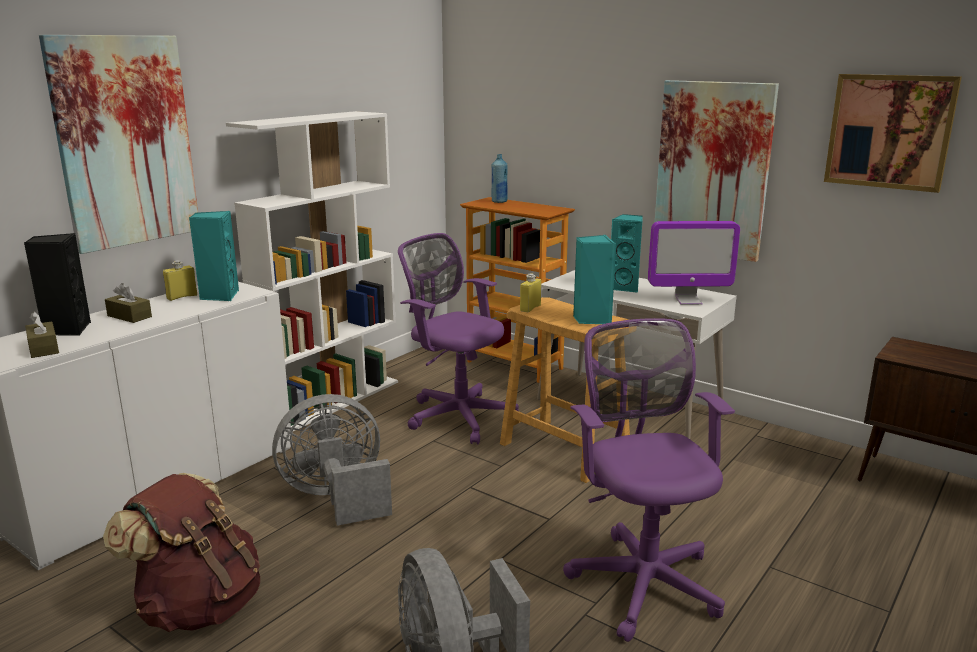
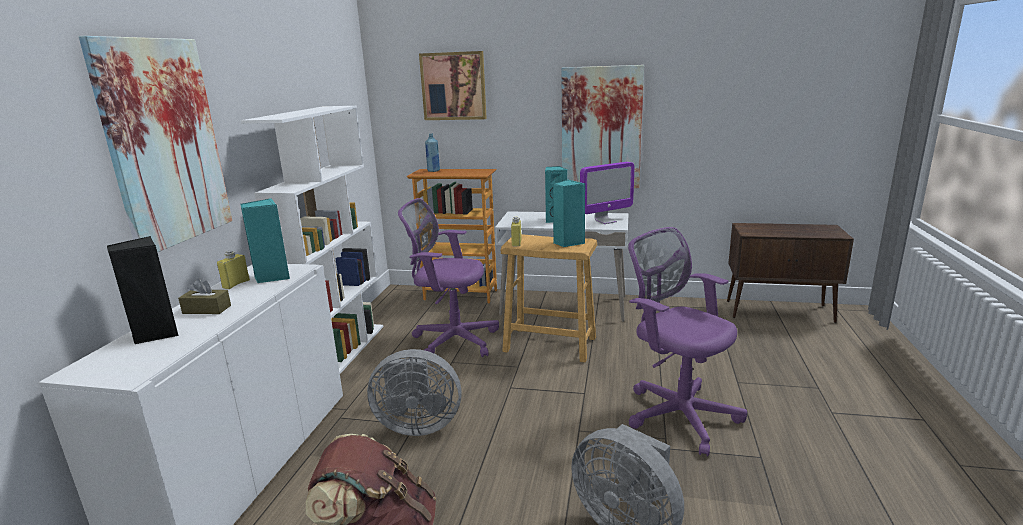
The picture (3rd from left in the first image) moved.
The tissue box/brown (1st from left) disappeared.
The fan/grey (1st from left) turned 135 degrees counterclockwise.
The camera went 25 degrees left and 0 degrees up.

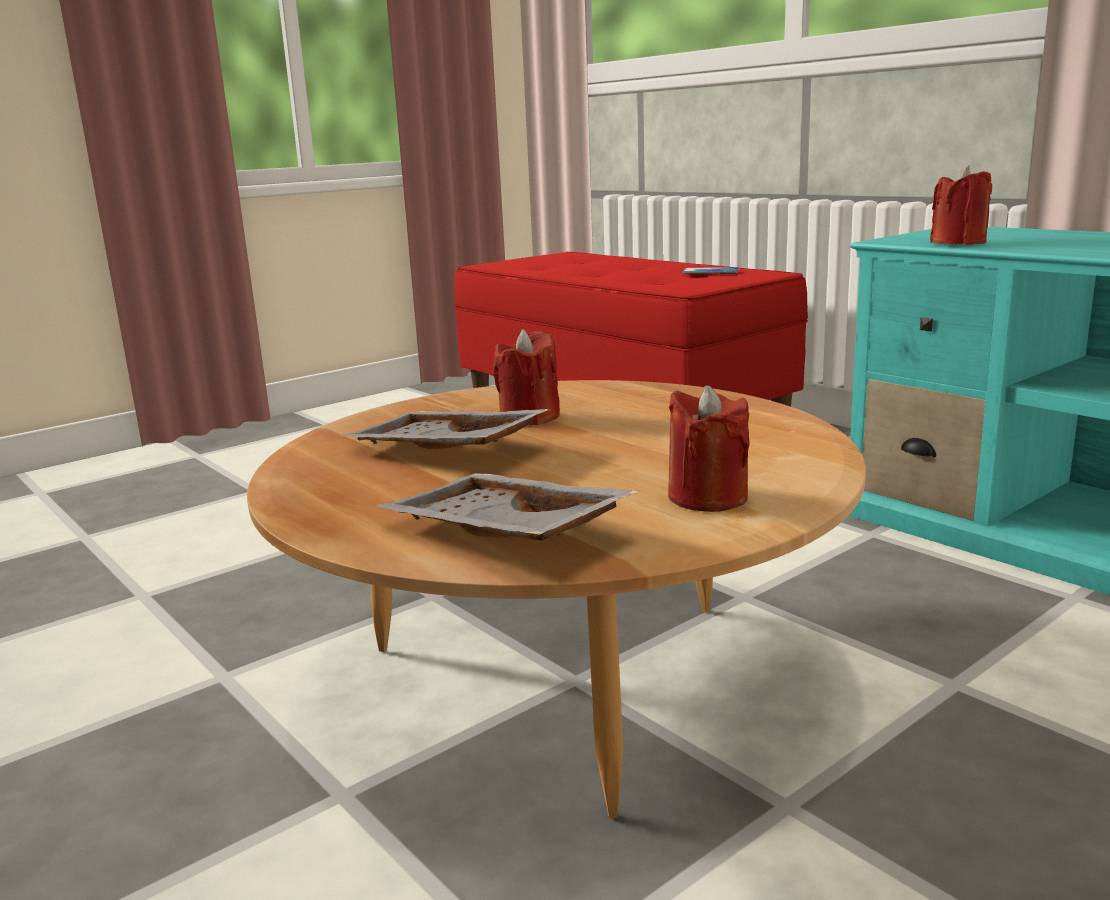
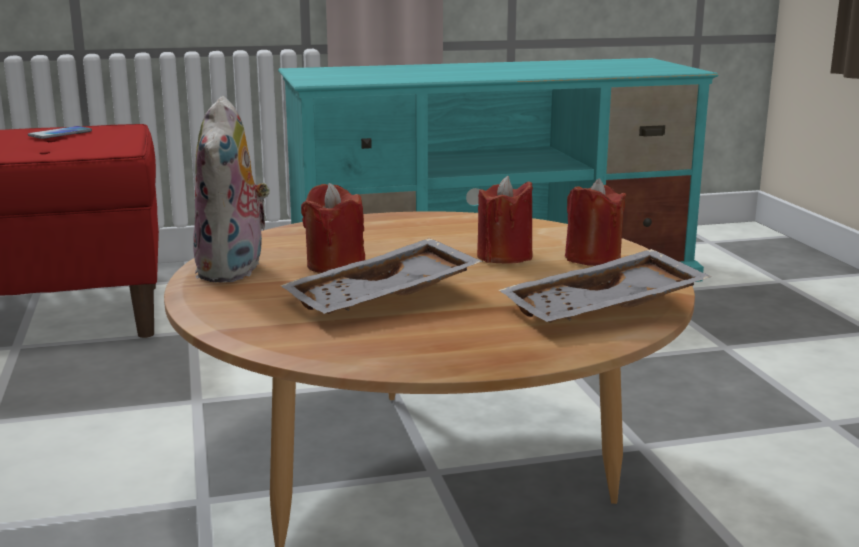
The candle/red (3rd from left in the first image) moved.
The plush toy appeared.
The camera went 65 degrees left and 0 degrees up.

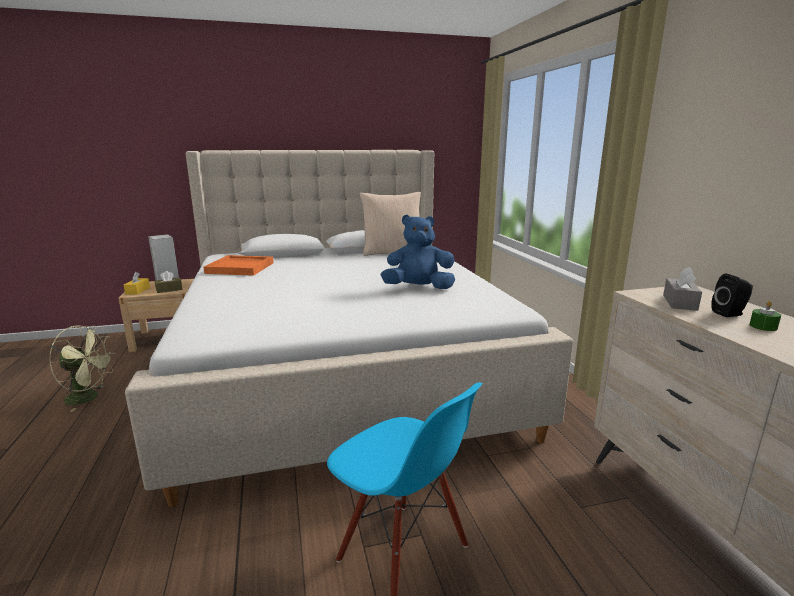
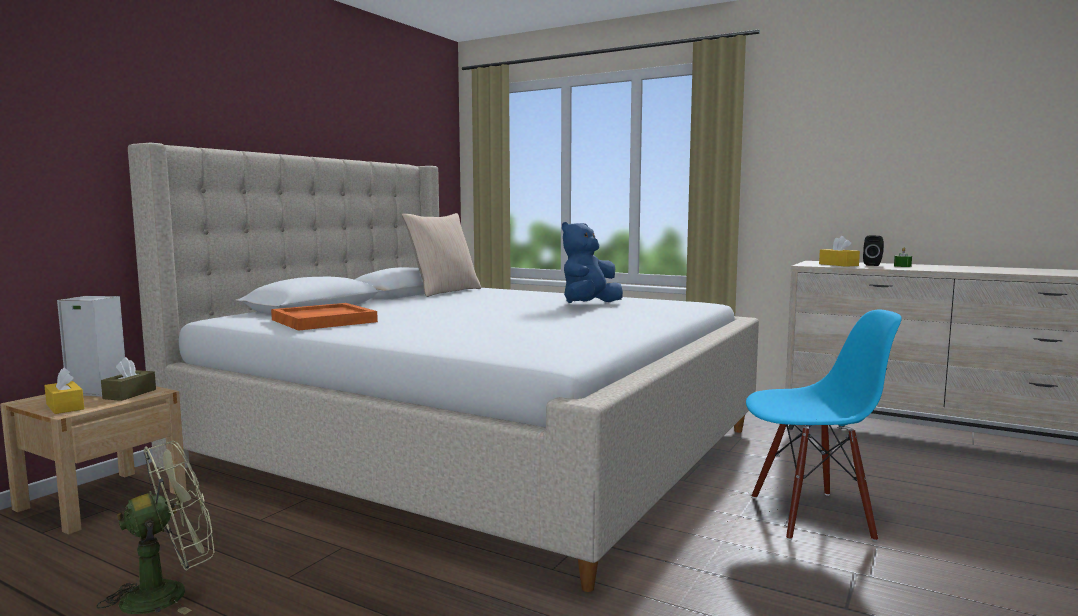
The tissue box/grey became the tissue box/yellow (2nd from left).
The camera went 45 degrees left and 10 degrees down.

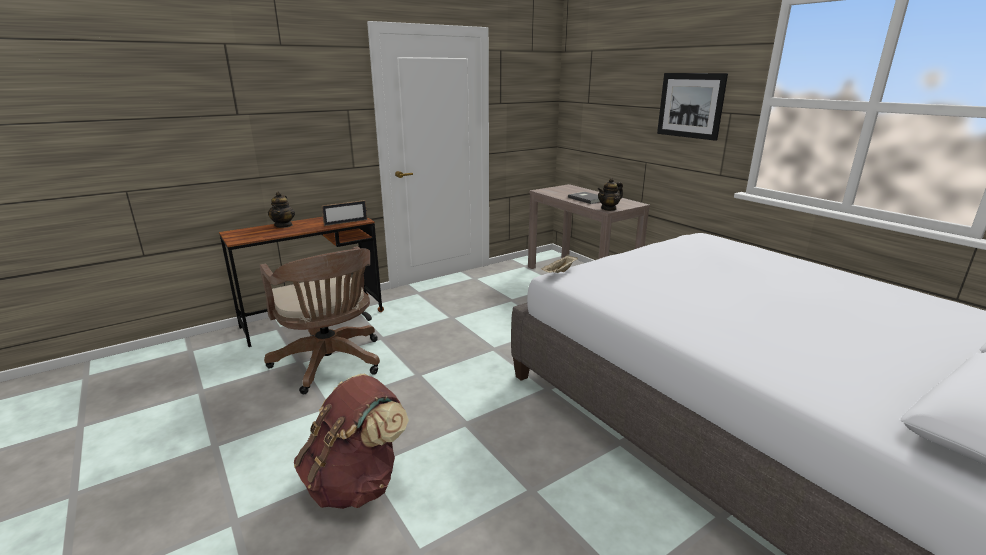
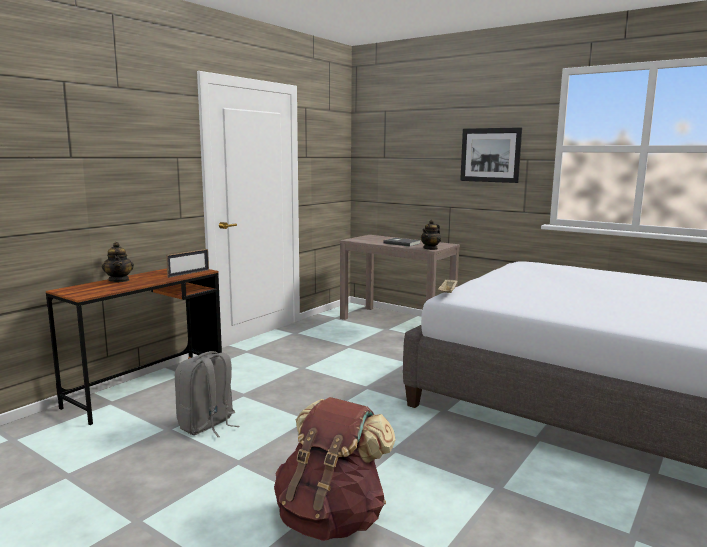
The office chair/brown was replaced by the backpack/grey.
The camera went 20 degrees left and 10 degrees down.

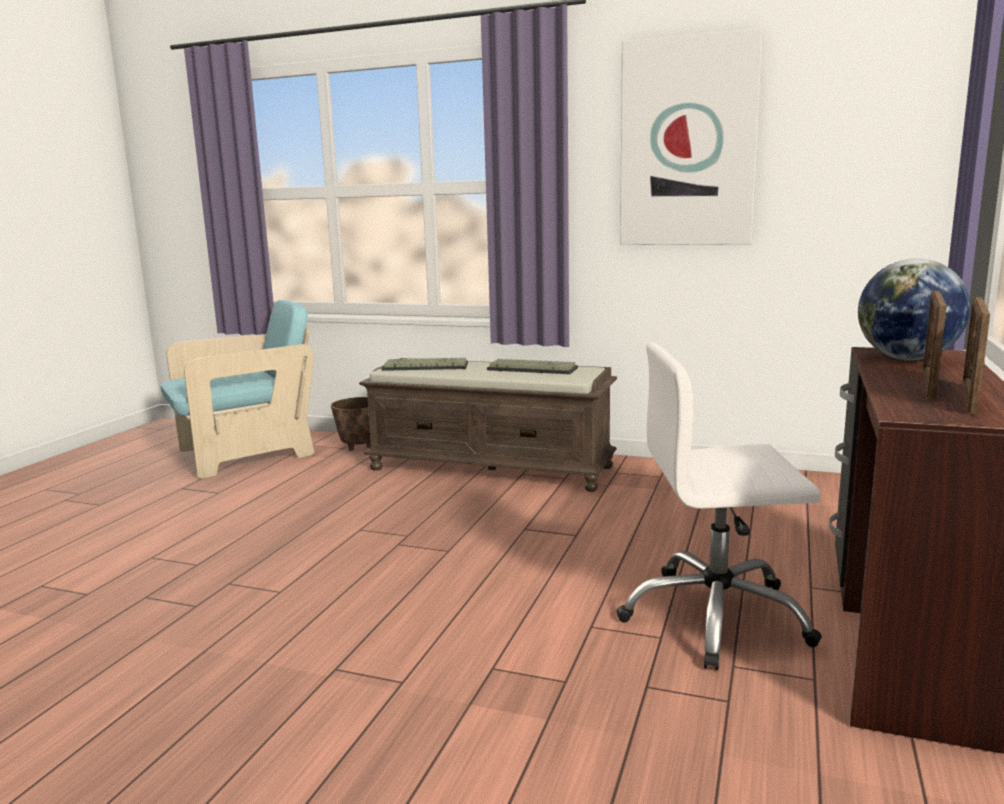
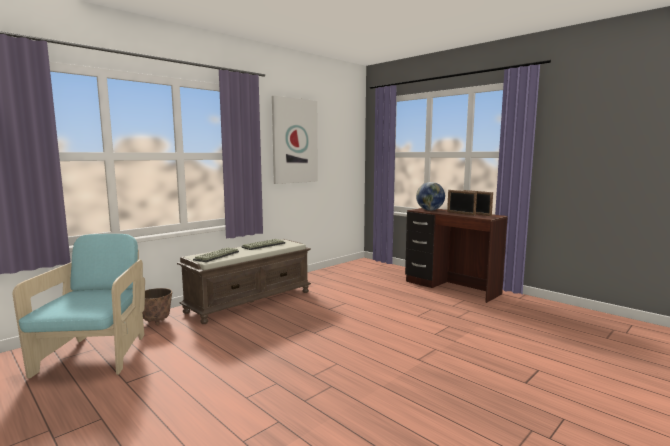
The office chair/white disappeared.
The camera went 65 degrees left and 5 degrees down.

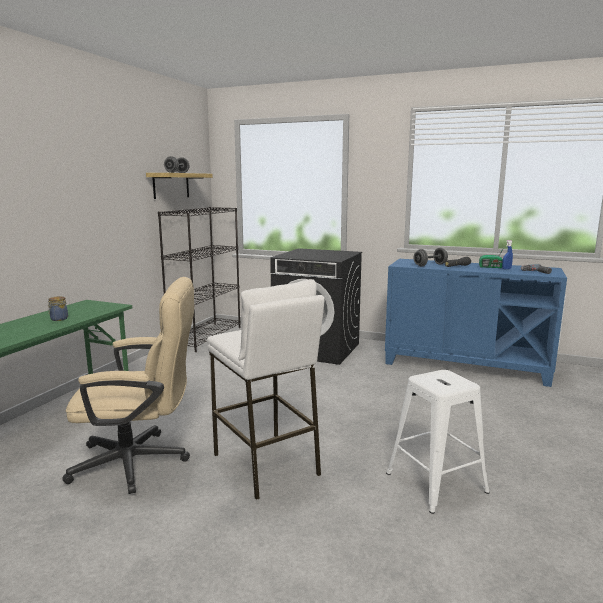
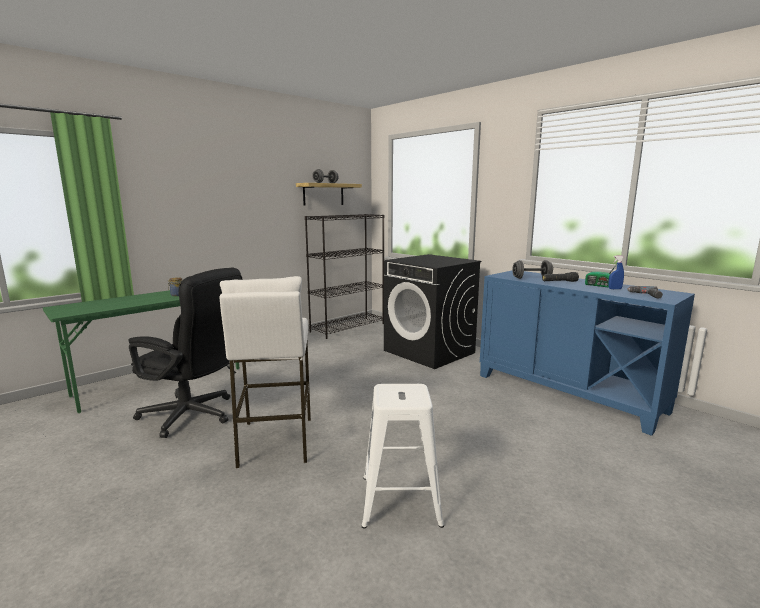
The office chair/beige became the office chair/black.
The camera went 25 degrees right and 0 degrees up.

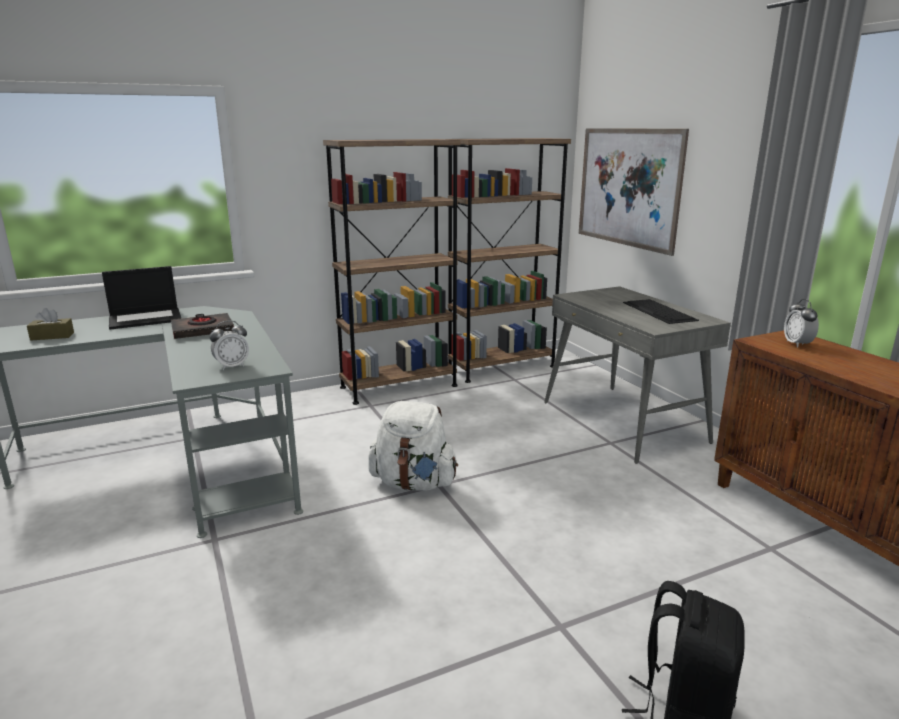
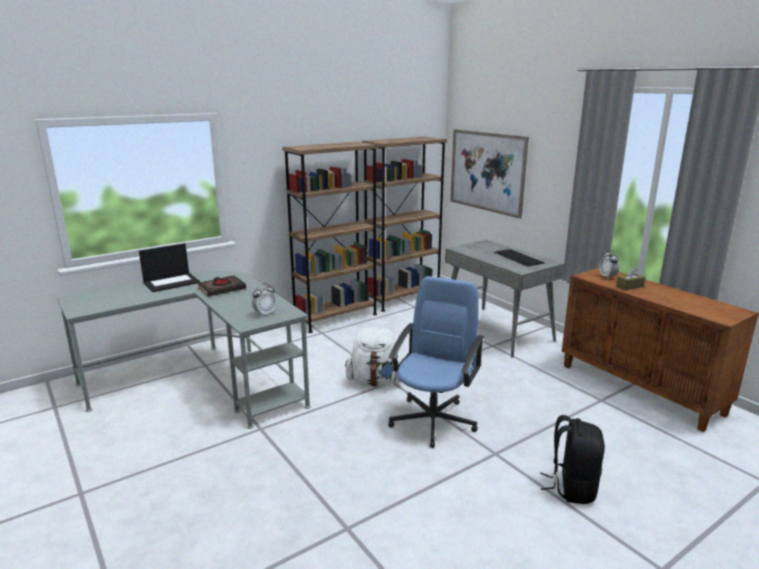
The tissue box/brown moved.
The office chair/blue appeared.
The camera went 10 degrees left and 0 degrees up.

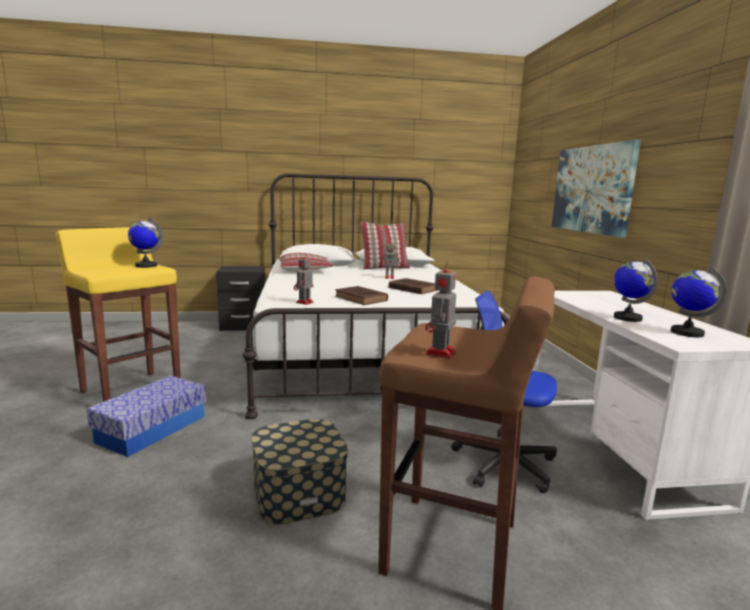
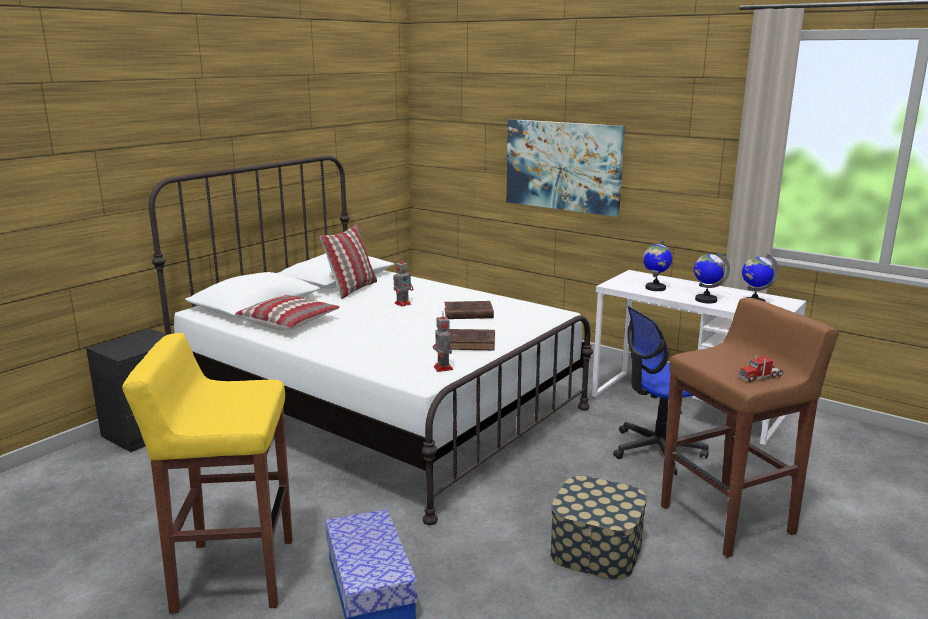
The globe (1st from left) moved.
The toy robot (3rd from left) was replaced by the toy truck.
The camera went 45 degrees left and 5 degrees up.

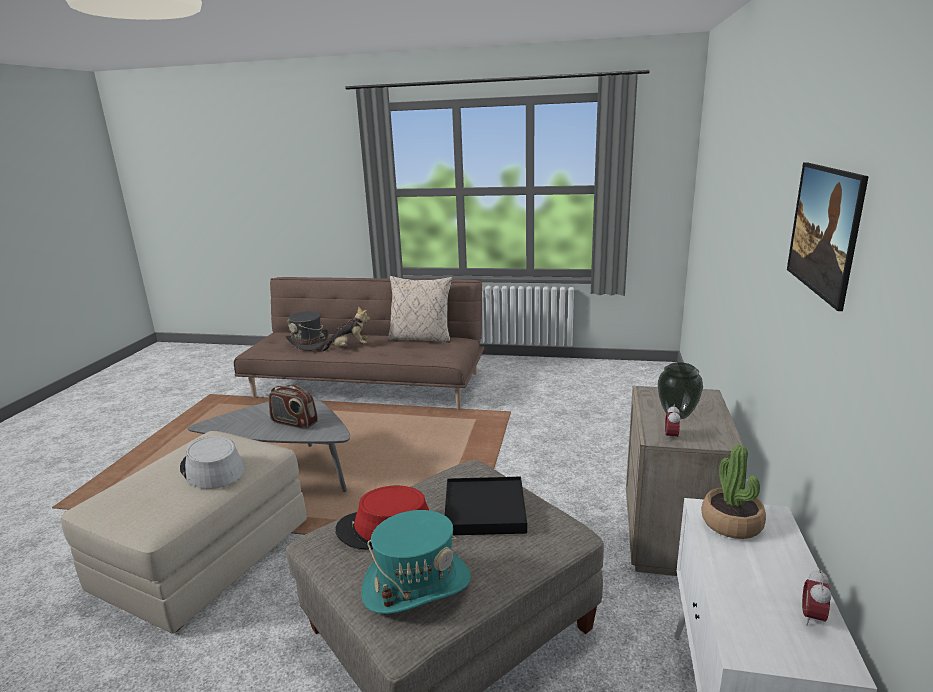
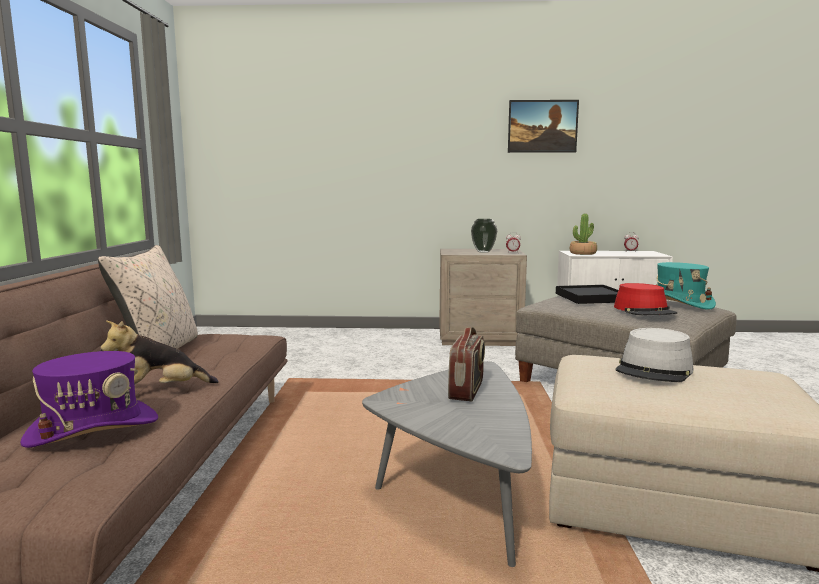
The plush toy turned 90 degrees counterclockwise.
The hat/grey (2nd from left) became the hat/purple.
The camera went 100 degrees left and 10 degrees down.

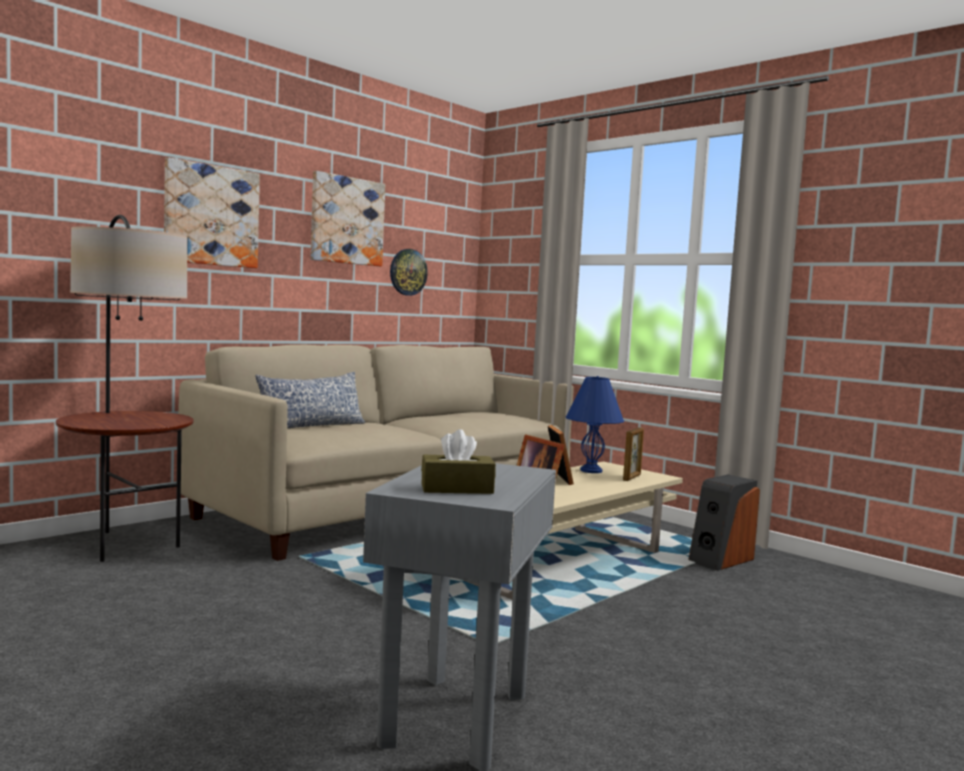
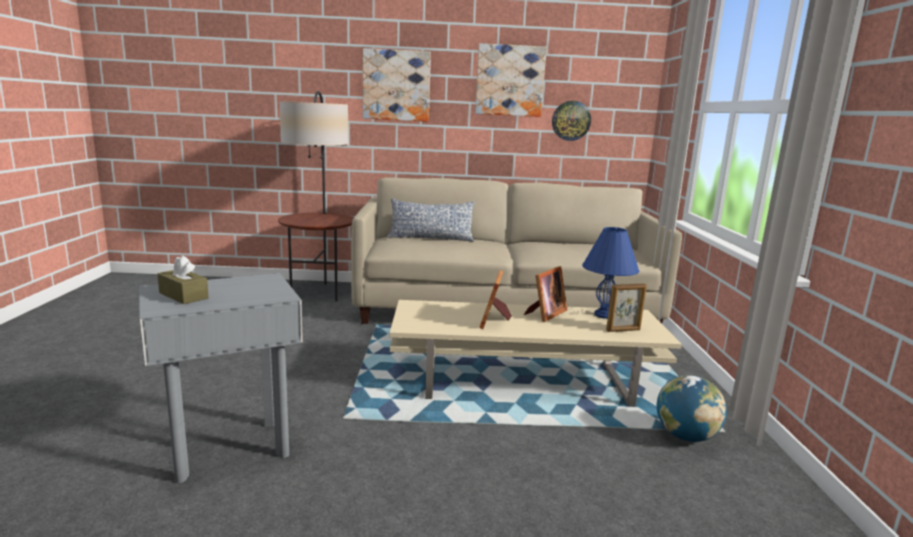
The speaker was replaced by the globe.
The camera went 45 degrees right and 10 degrees up.

